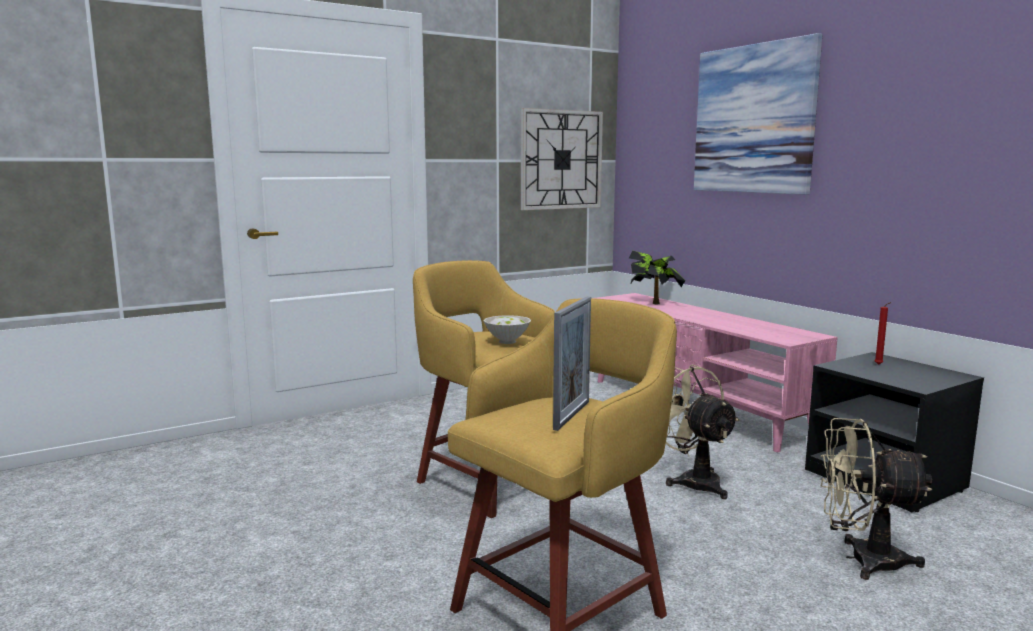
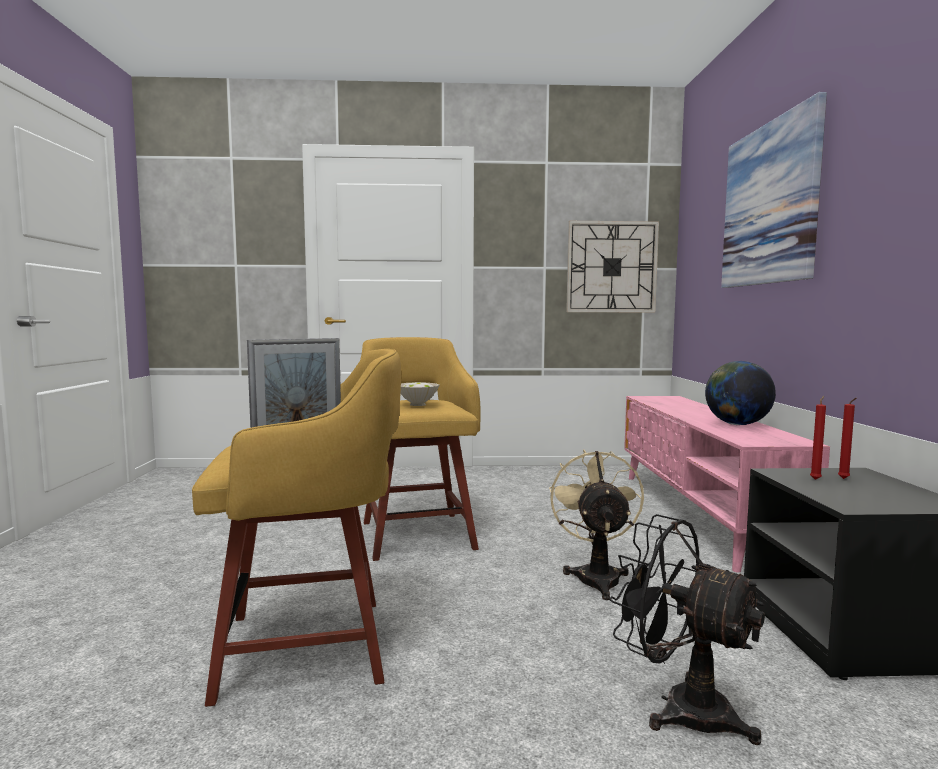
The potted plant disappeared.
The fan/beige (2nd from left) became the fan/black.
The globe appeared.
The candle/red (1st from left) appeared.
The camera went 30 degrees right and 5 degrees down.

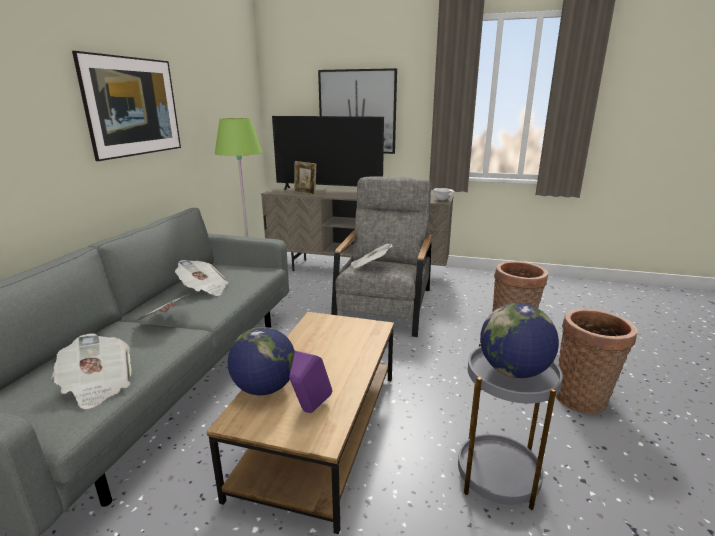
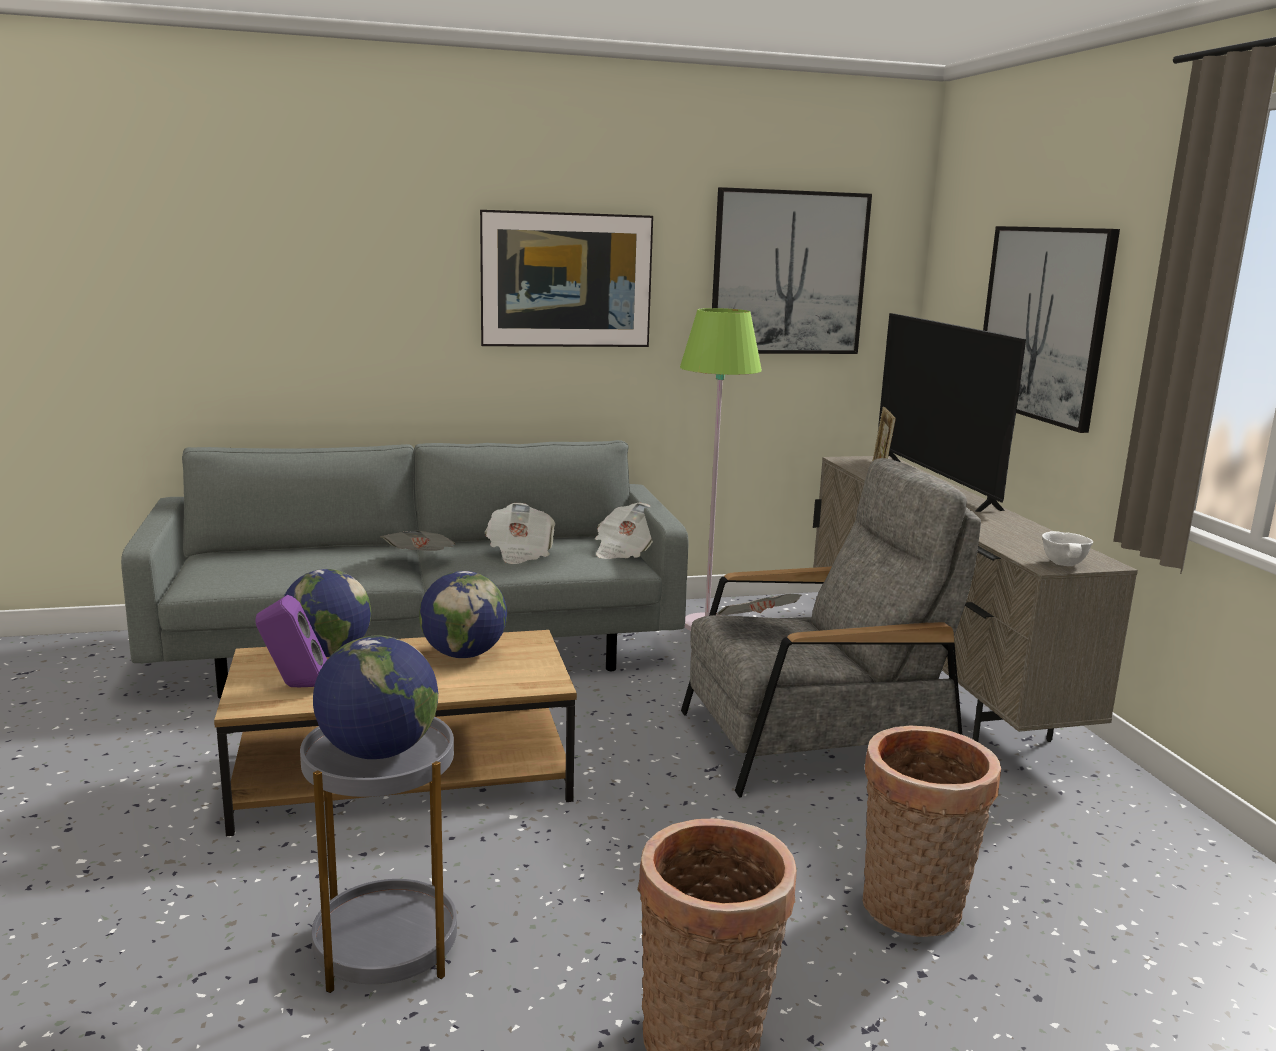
The newspaper (1st from left in the first image) moved.
The picture (2nd from left) appeared.
The globe (3rd from left) appeared.
The camera went 60 degrees right and 5 degrees down.

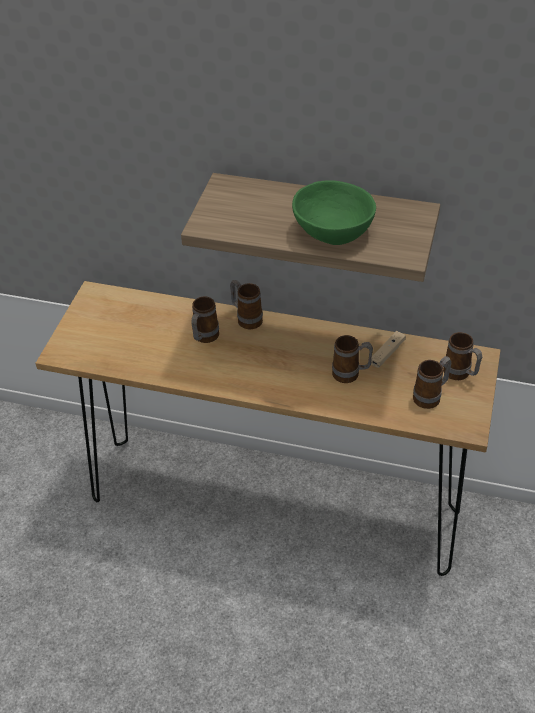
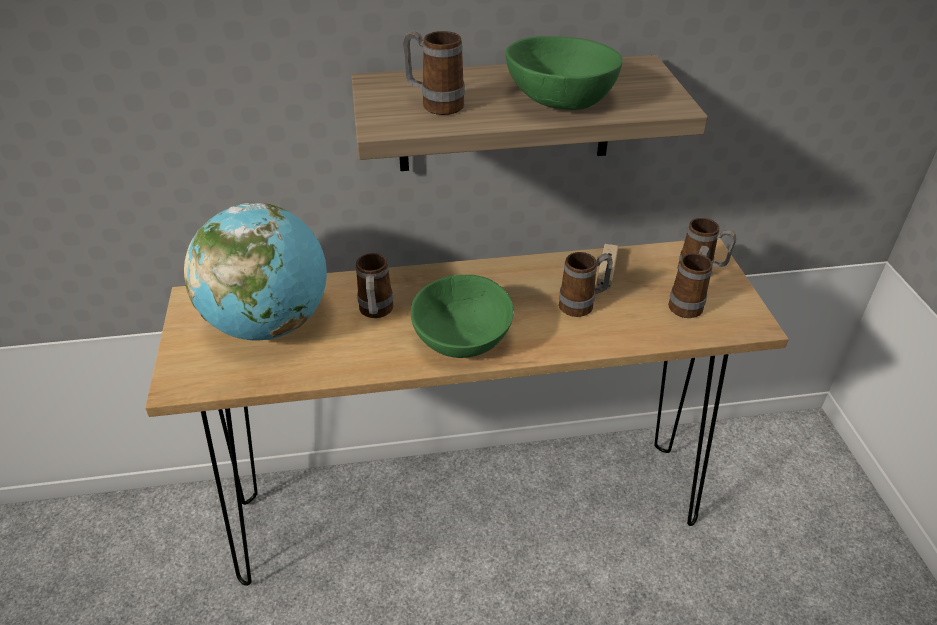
The mug (2nd from left) moved.
The globe appeared.
The bowl/green (1st from left) appeared.
The camera went 25 degrees left and 5 degrees down.

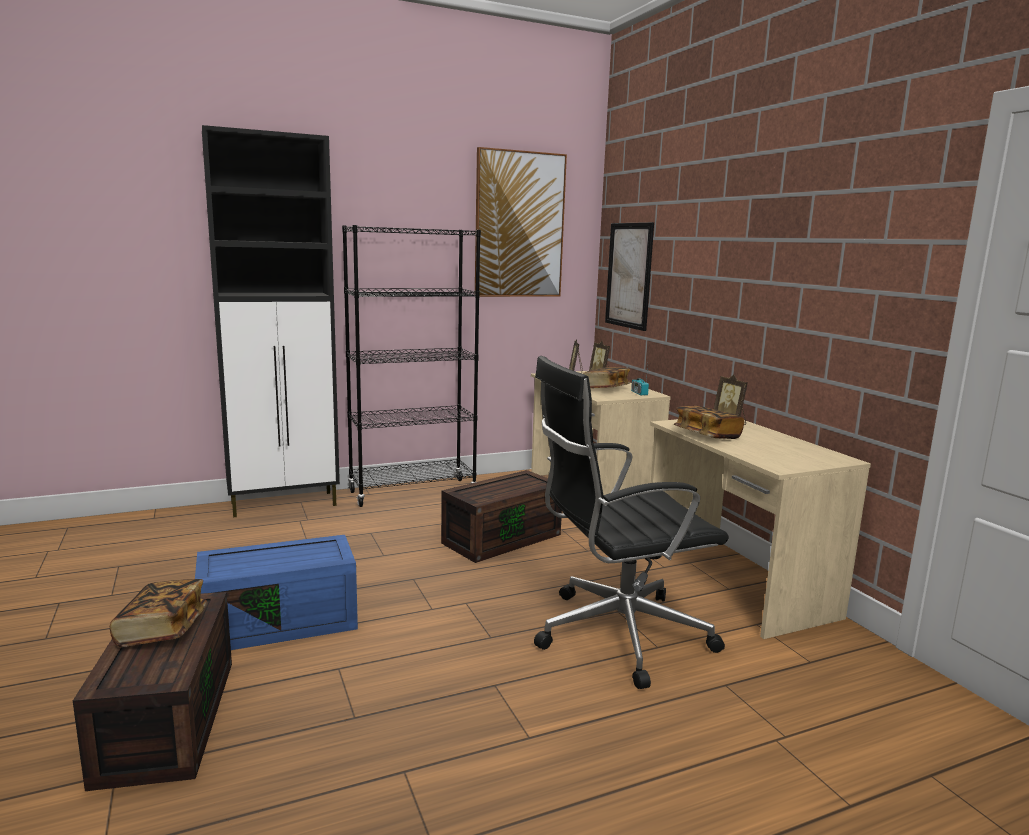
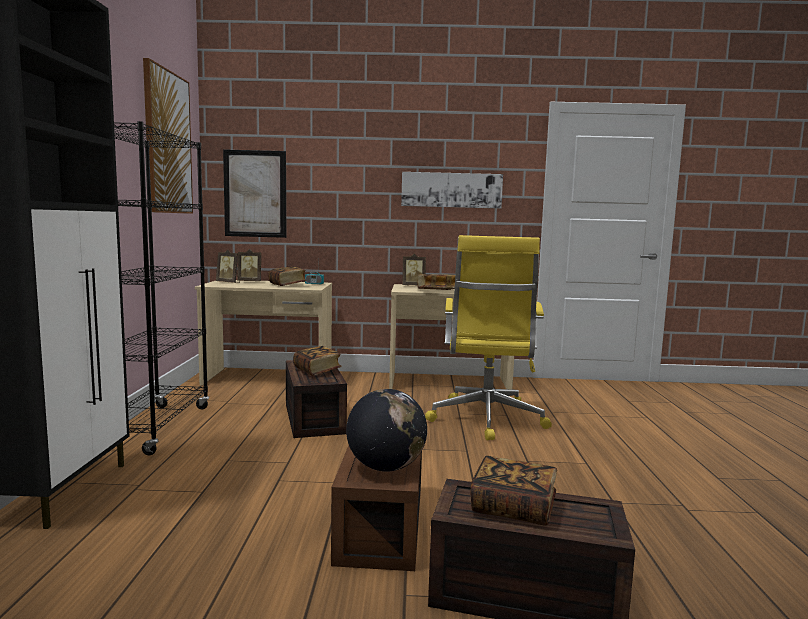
The office chair/black became the office chair/yellow.
The storage box/blue became the storage box/brown (2nd from left).
The picture (3rd from left) appeared.
The book (2nd from left) appeared.
The globe appeared.
The camera went 65 degrees left and 5 degrees down.

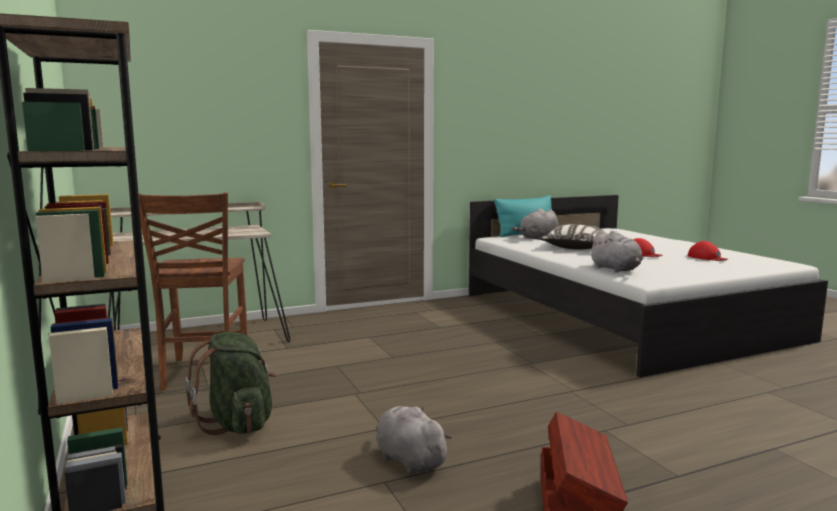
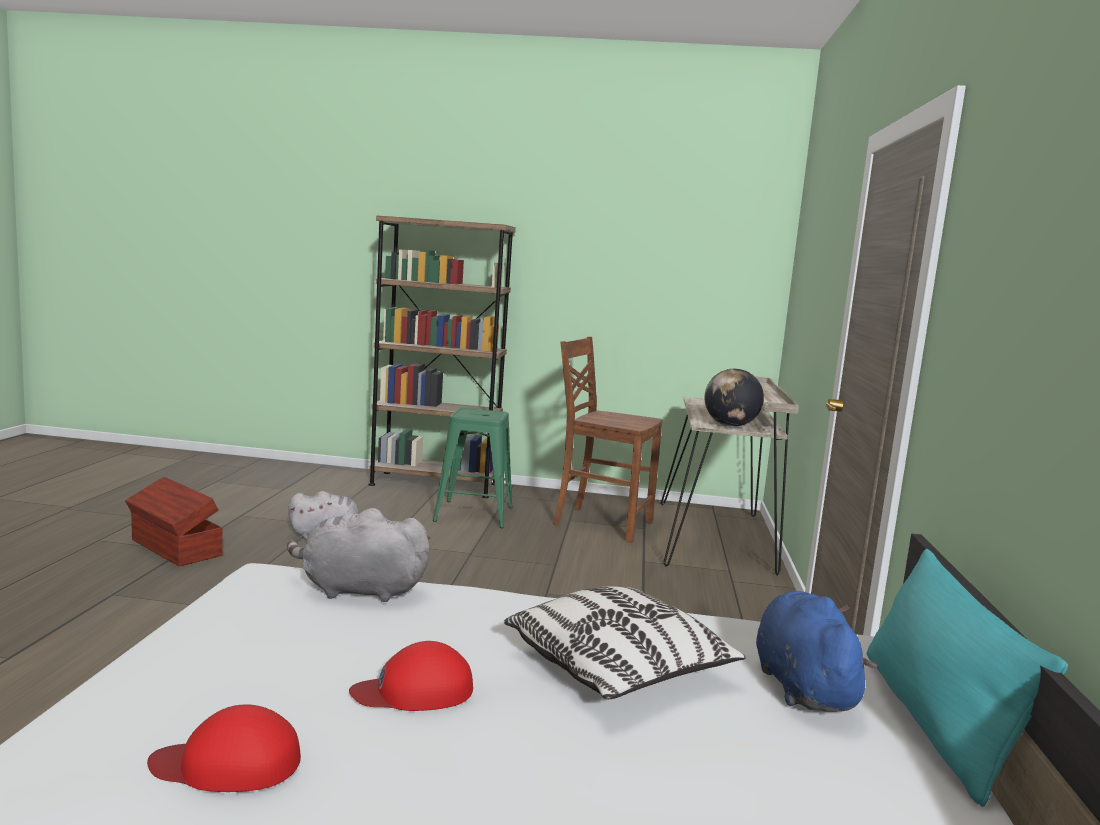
The plush toy/grey (2nd from left) became the plush toy/blue.
The backpack/green was replaced by the stool/green.
The globe appeared.
The camera went 120 degrees right and 0 degrees up.

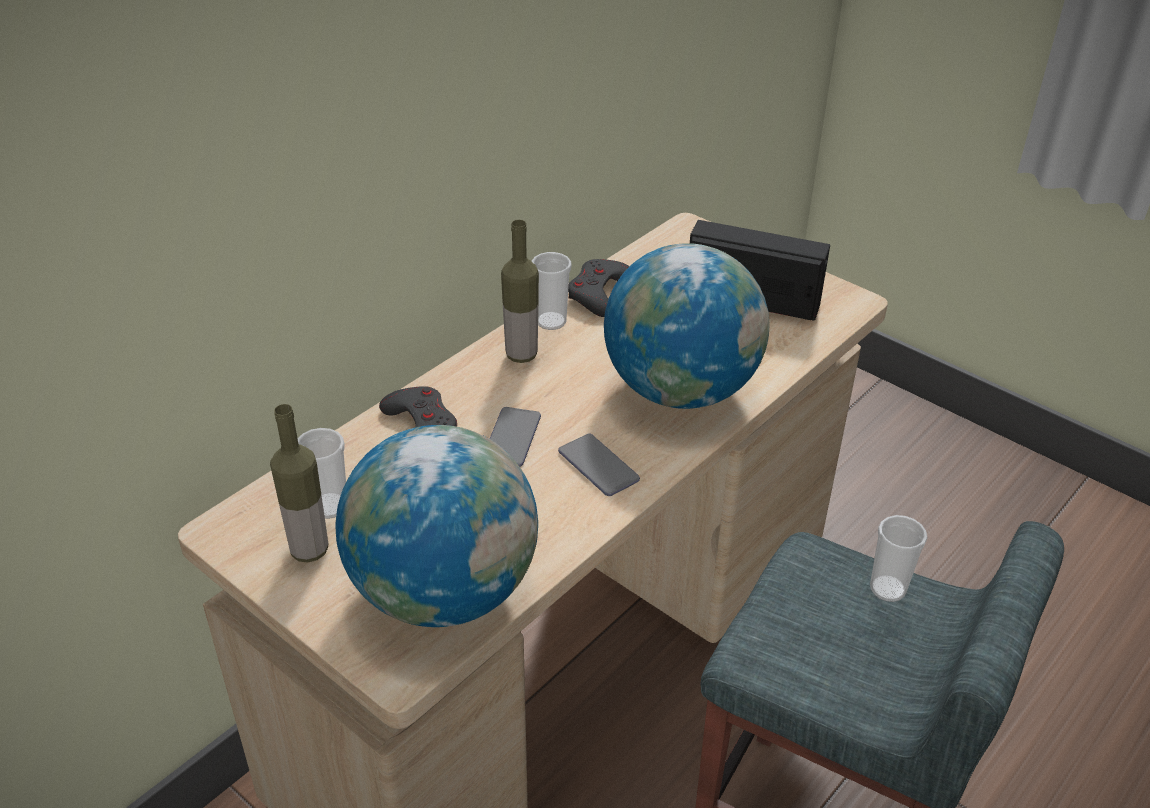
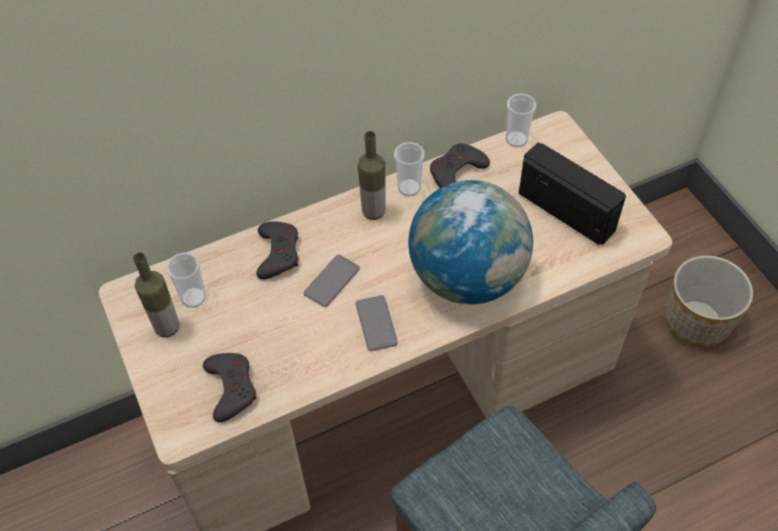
The globe (1st from left) was replaced by the game controller/grey (1st from left).
The cup (3rd from left) moved.
The planter appeared.
The camera went 25 degrees right and 15 degrees up.

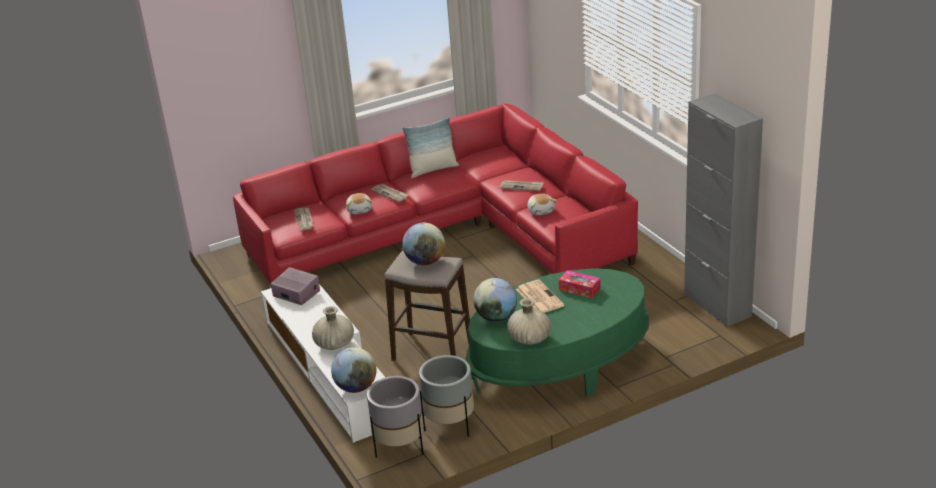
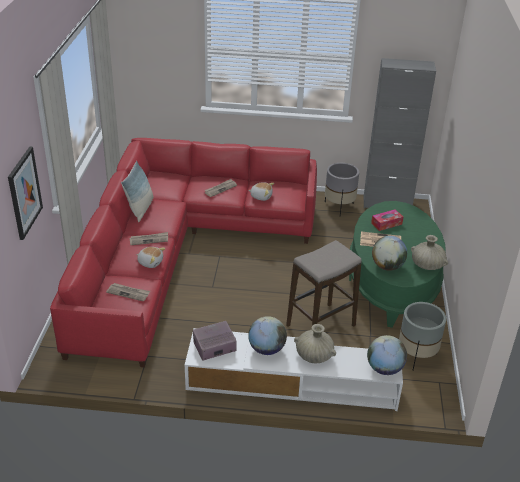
The globe (2nd from left in the first image) moved.
The planter/grey (1st from left) moved.
The picture appeared.
The camera went 60 degrees left and 5 degrees up.

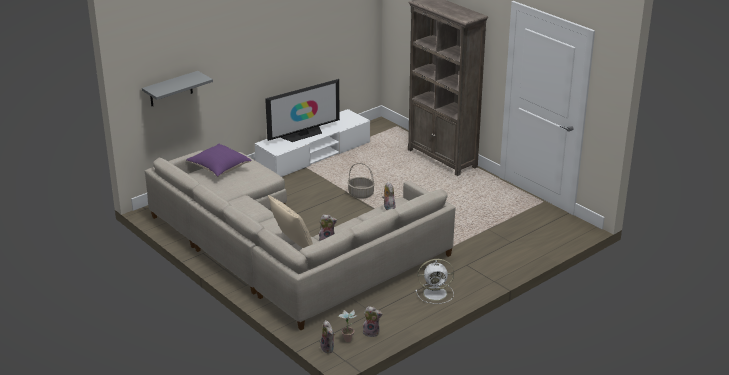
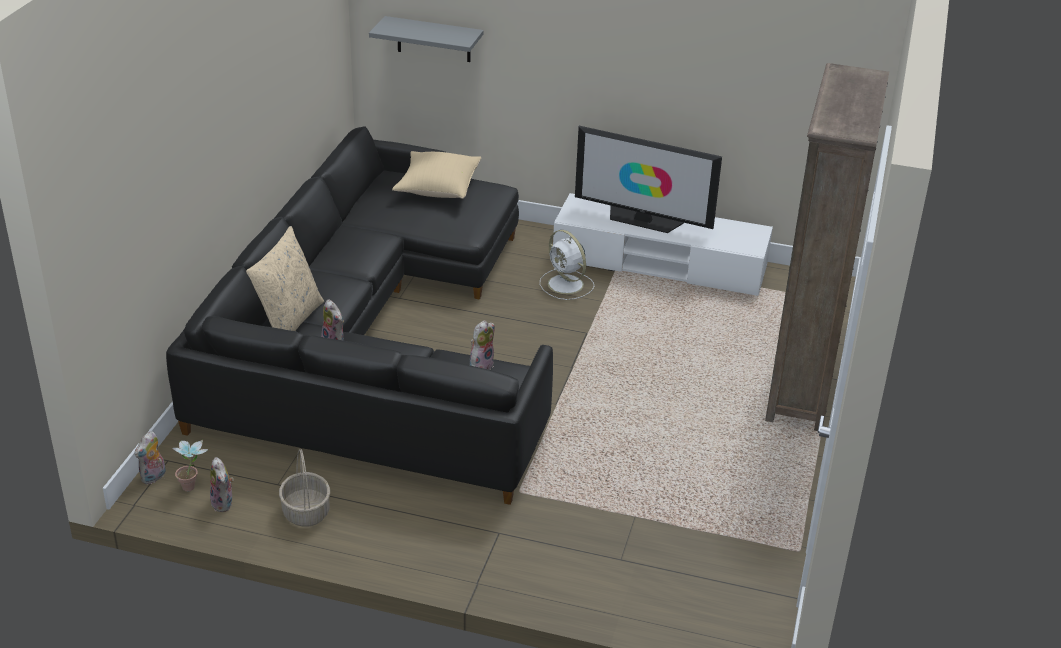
The pillow/purple became the pillow/beige (2nd from left).
The sofa/beige became the sofa/black.
The basket moved.
The fan/white moved.
The camera went 55 degrees right and 5 degrees up.

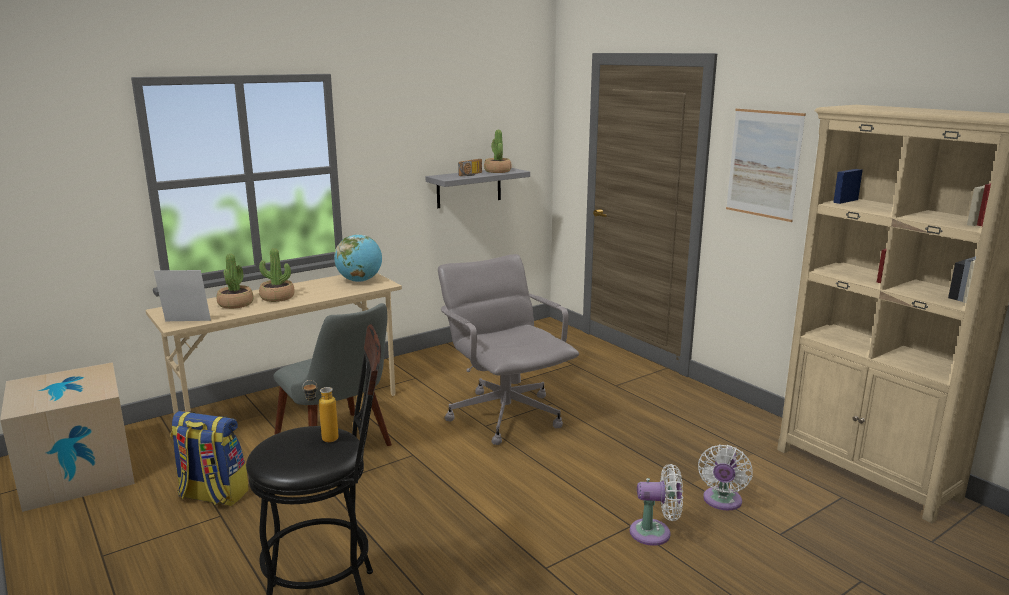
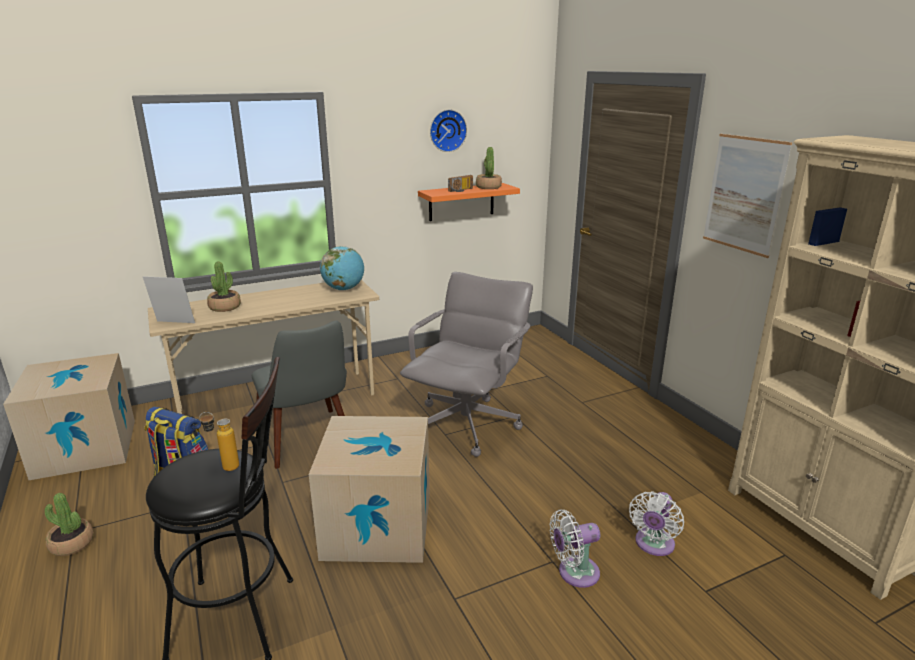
The shelf/grey became the shelf/orange.
The potted plant (2nd from left in the first image) moved.
The office chair/grey turned 45 degrees clockwise.
The fan/white (1st from left) turned 150 degrees clockwise.
The wall clock appeared.
The cardboard box (2nd from left) appeared.
The camera went 10 degrees right and 5 degrees up.

